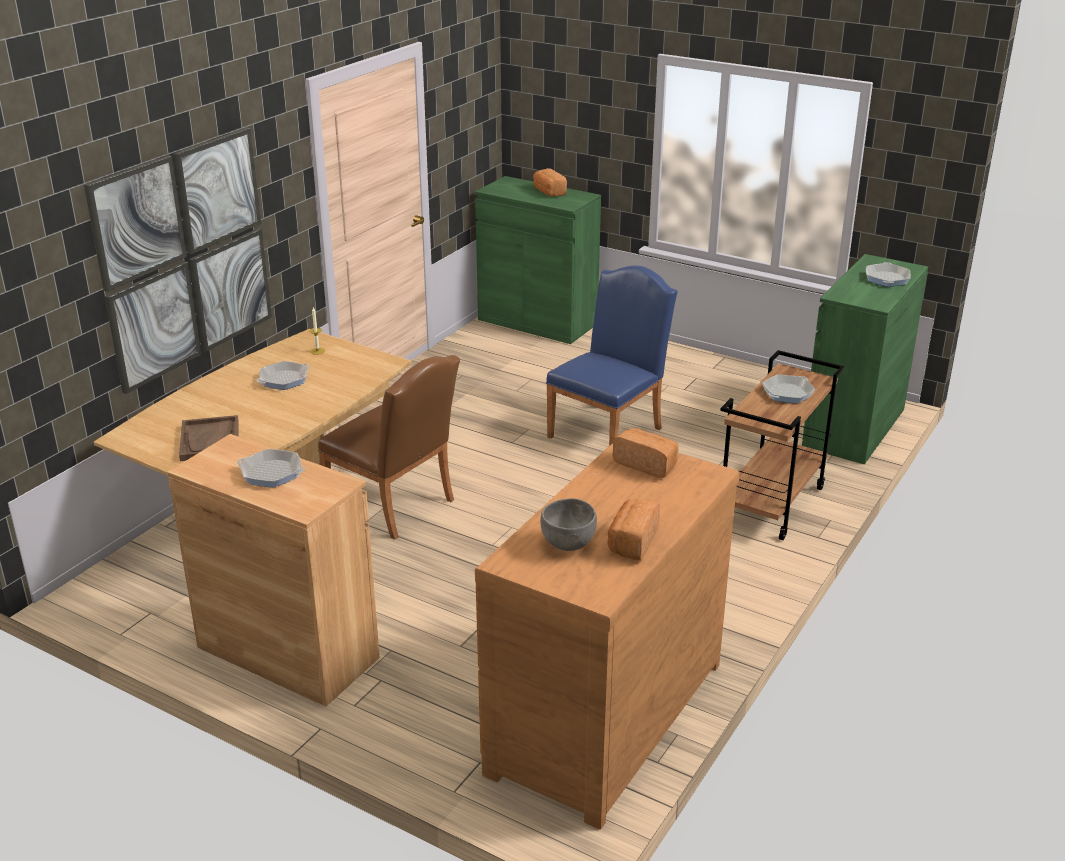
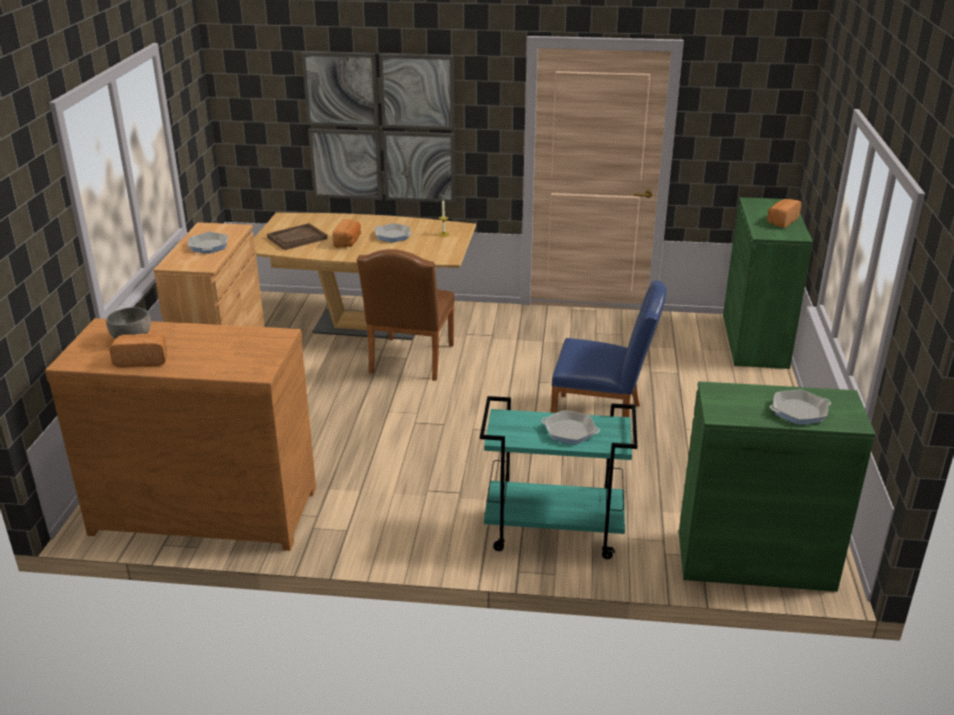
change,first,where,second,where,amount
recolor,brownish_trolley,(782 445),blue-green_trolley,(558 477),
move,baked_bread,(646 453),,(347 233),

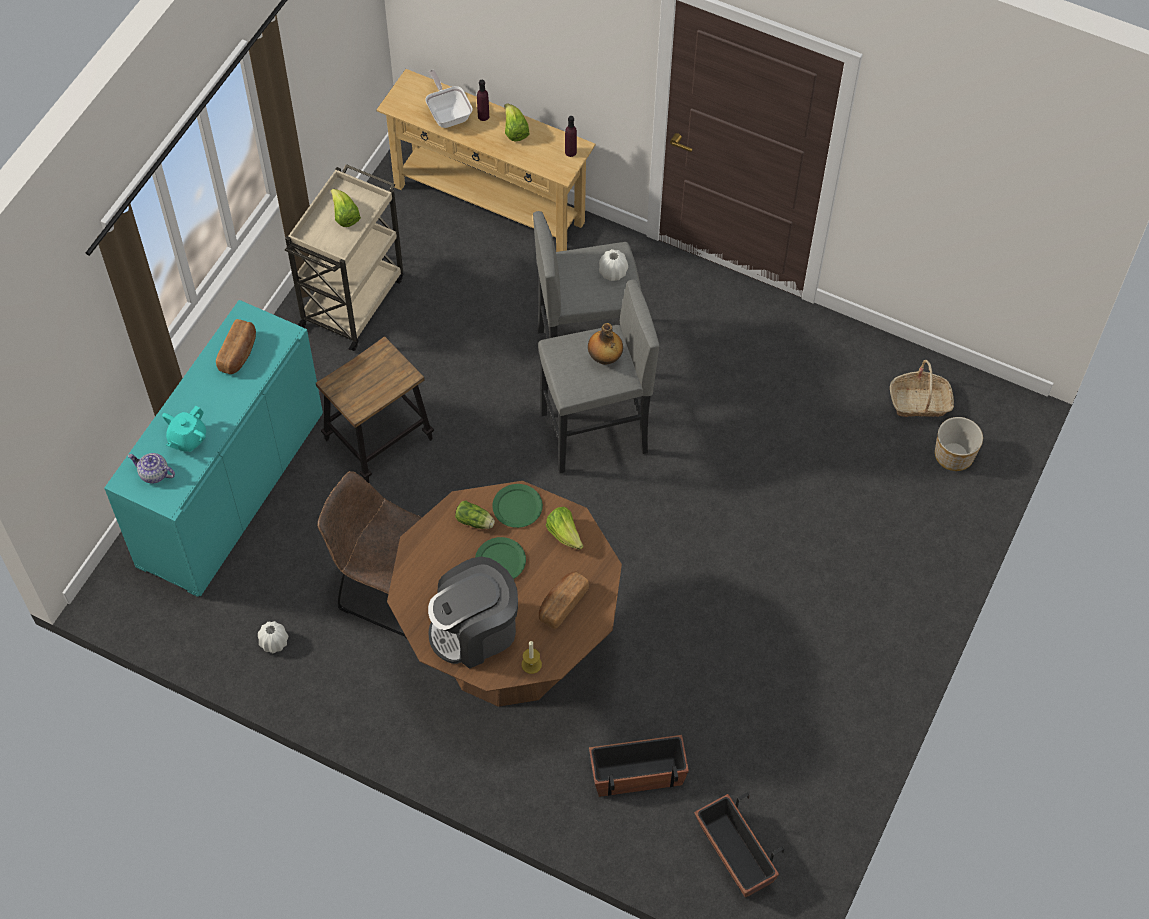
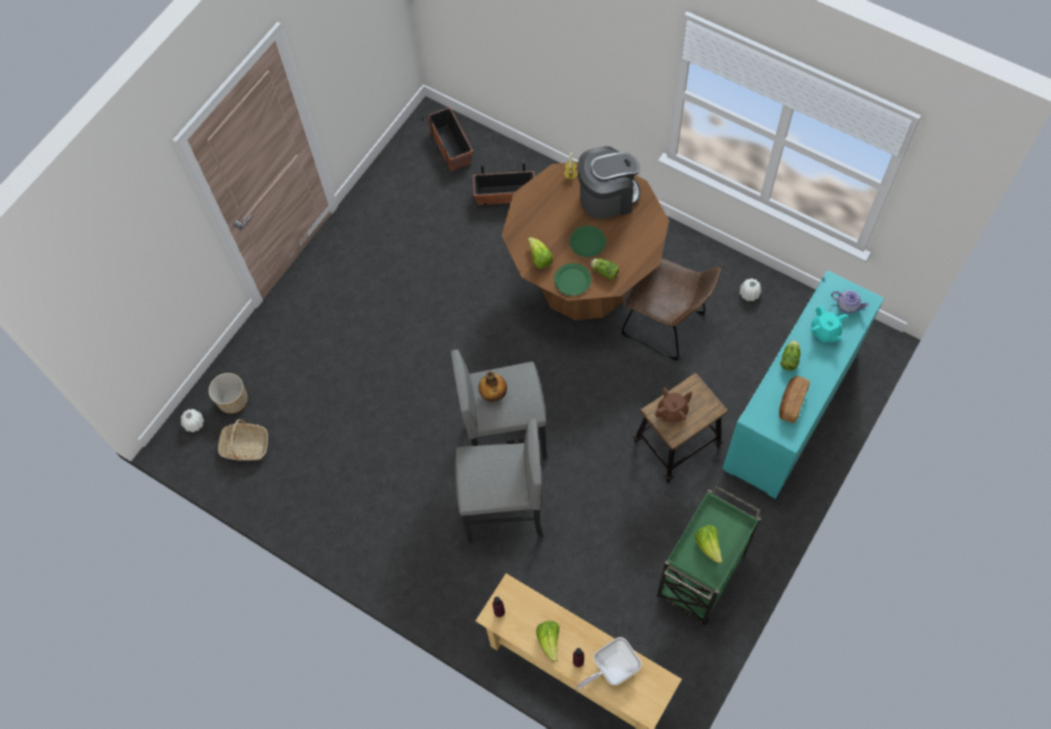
change,first,where,second,where,amount
rotate,pan,(449 99),,(609 663),75 degrees clockwise
recolor,sand-coloured_trolley,(344 257),greenish_trolley,(709 555),
move,white_flower_vase,(613 265),,(192 420),
rotate,blue-green_pot_for_tea,(184 429),,(829 324),120 degrees clockwise
delete,baked_bread,(564 600),,,
insert,,,lettuce_head,(790 355),
insert,,,brownish_pot_for_tea,(674 404),

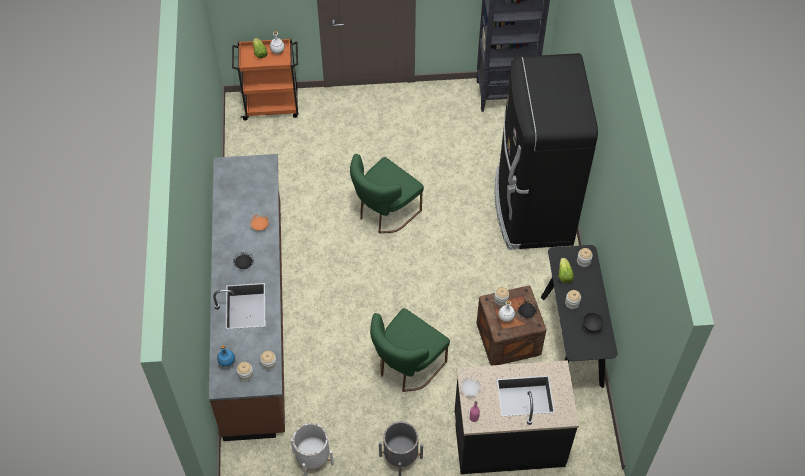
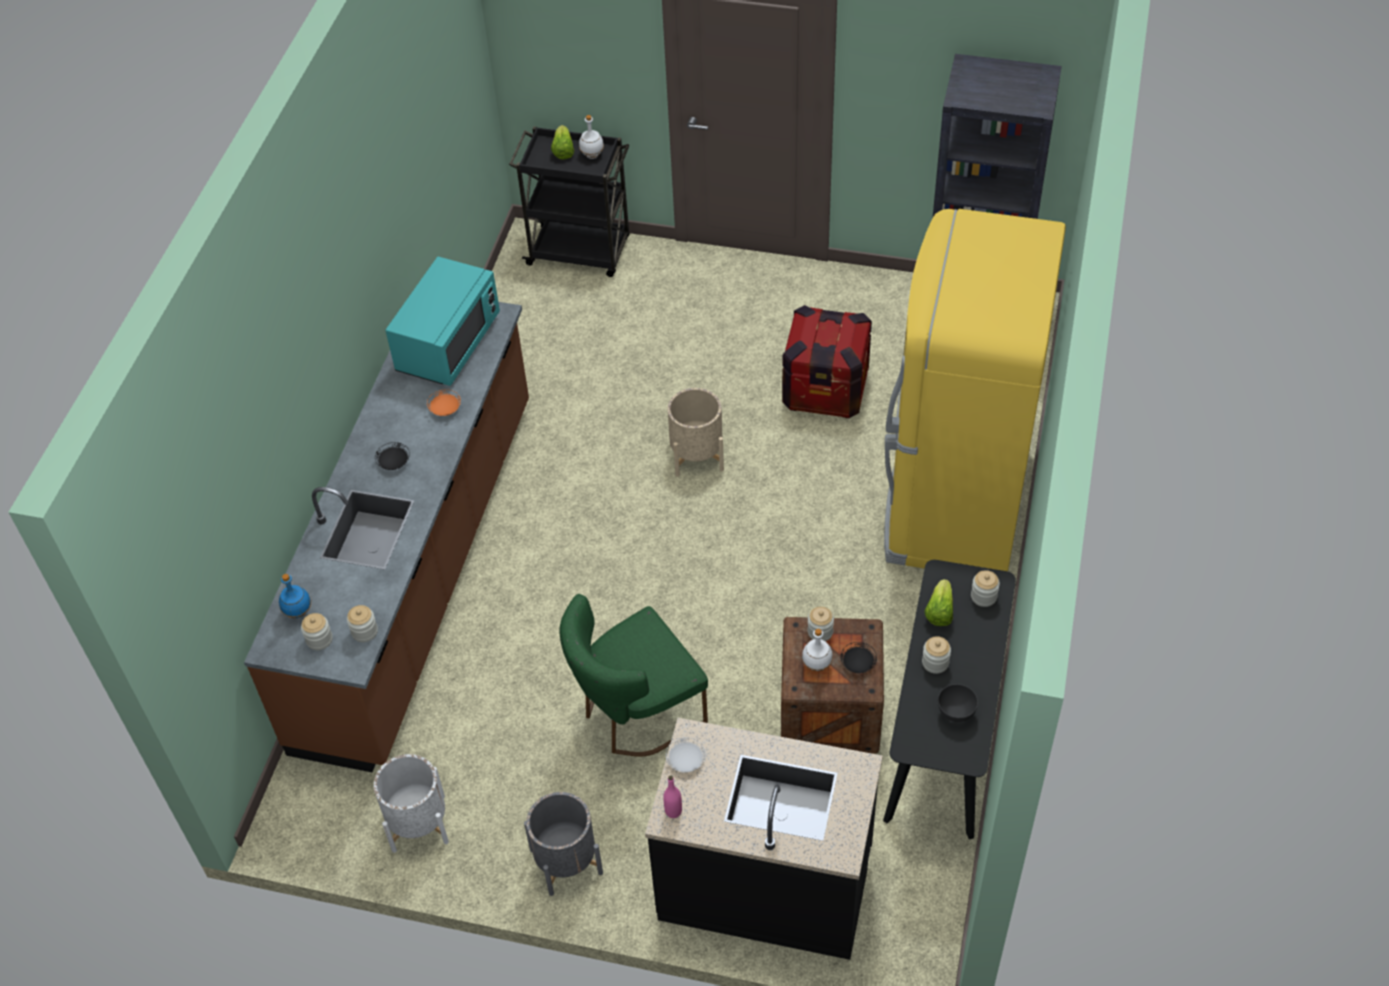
change,first,where,second,where,amount
recolor,orangey_trolley,(265 80),black_trolley,(569 201),
recolor,black_kitchen_fridge,(546 151),yellow_kitchen_fridge,(975 390),
replace,greenish_upright_chair,(387 193),sand-coloured_planter,(696 432),
insert,,,blue-green_microwave,(443 321),
insert,,,packing_crate,(827 361),

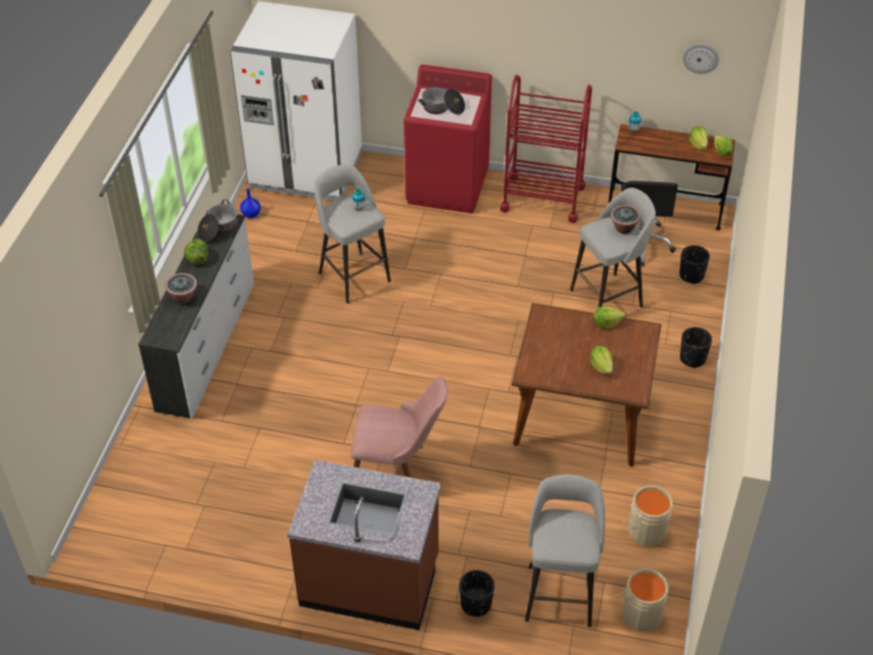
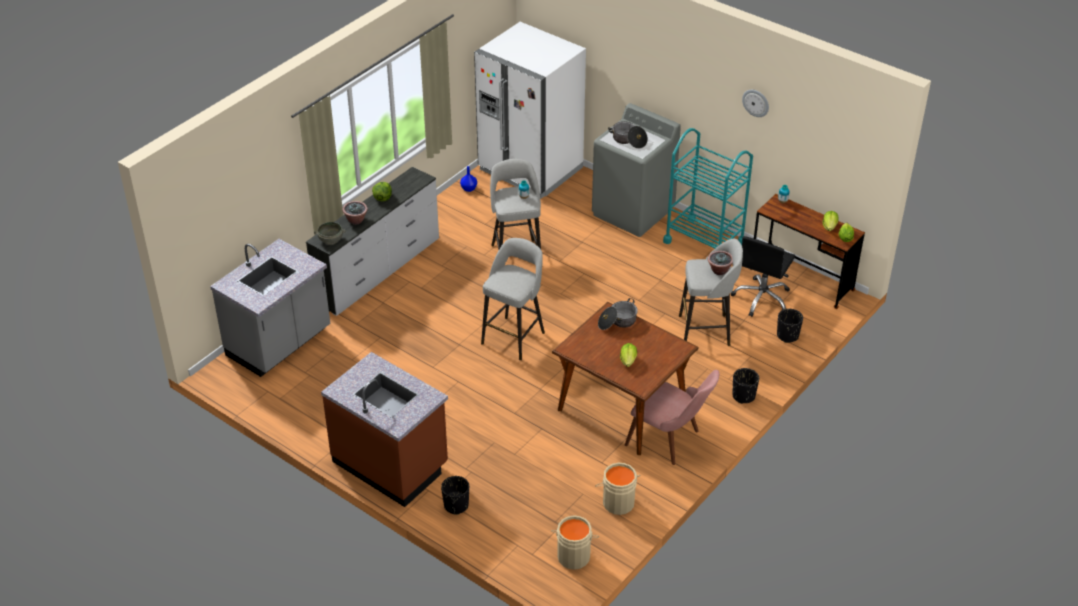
change,first,where,second,where,amount
move,clock_on_the_wall,(701 59),,(755 103),
recolor,red-coloured_laundry_appliance,(448 139),greyish_laundry_appliance,(636 170),
recolor,red-coloured_trolley,(546 149),blue-green_trolley,(708 188),
move,stockpot,(217 220),,(618 314),
delete,lettuce_head,(609 317),,,
move,pink_upright_chair,(399 427),,(672 417),
move,greyish_sitting_stool,(565 550),,(513 299),
insert,,,greyish_deep_dish,(330 233),
insert,,,greyish_counter,(270 308),

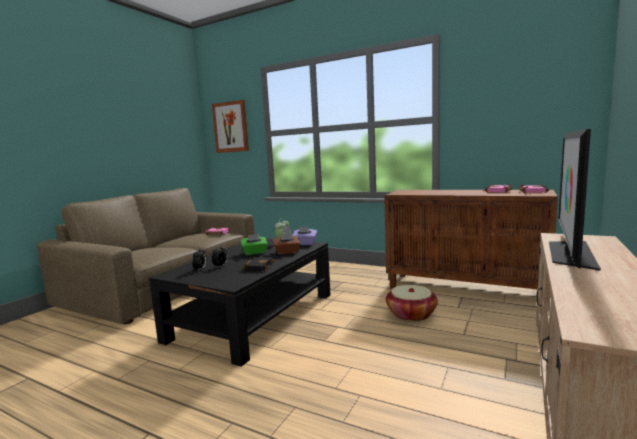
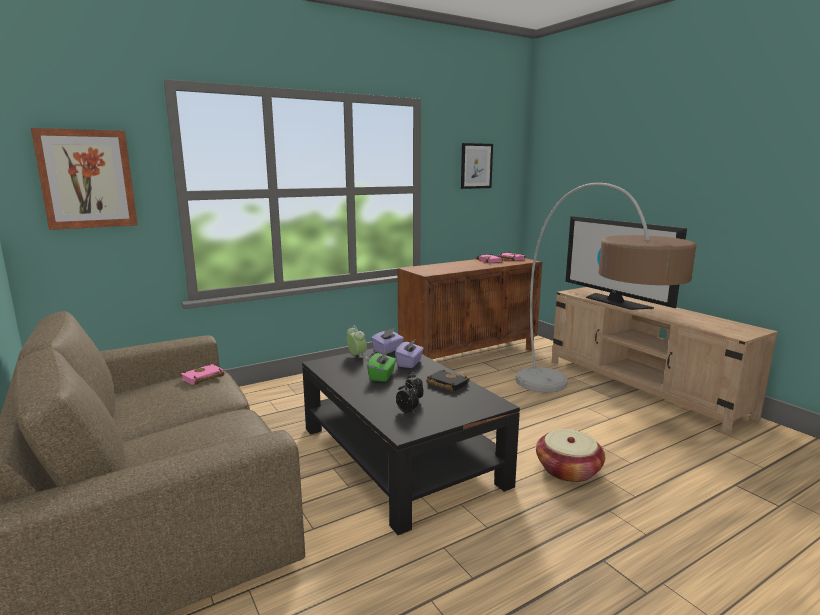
change,first,where,second,where,amount
recolor,brownish_box_of_tissues,(286 244),purplish_box_of_tissues,(409 353),
move,storage_basket,(412 303),,(570 456),
insert,,,wall_picture,(477 166),
insert,,,standing_lamp,(606 287),

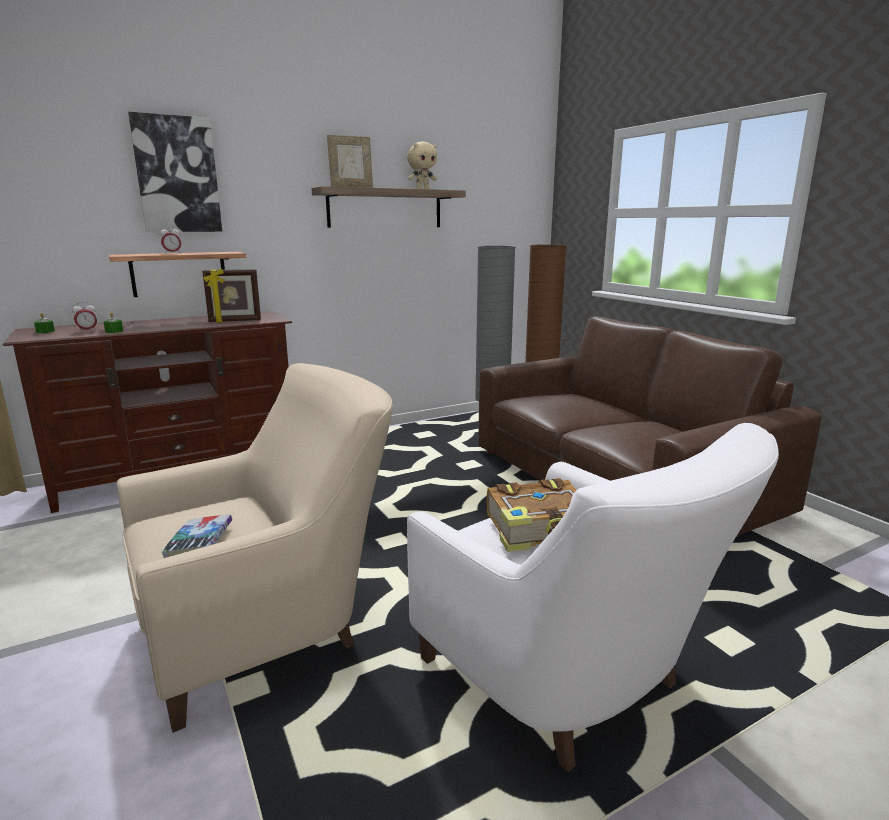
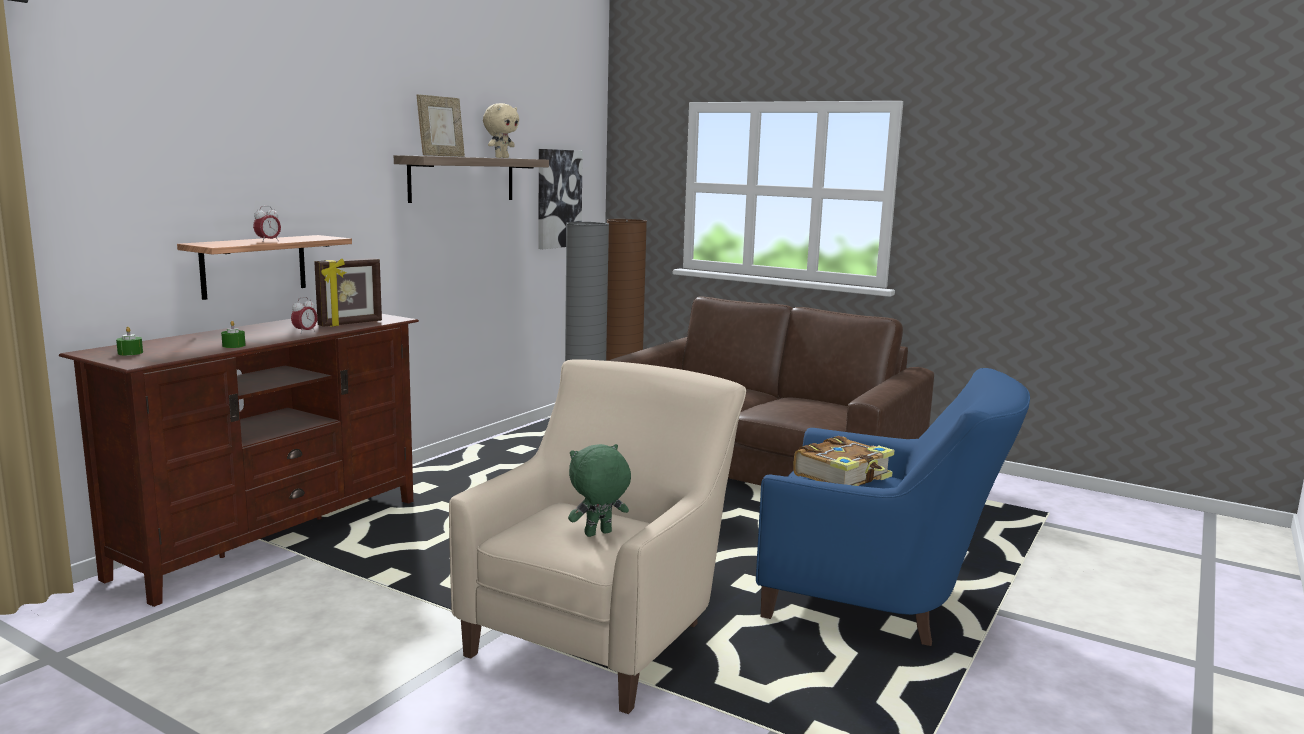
change,first,where,second,where,amount
move,wall_picture,(175 172),,(560 199),
move,alarm_clock,(84 316),,(304 315),
recolor,white_easy_chair,(593 597),blue_easy_chair,(893 507),
replace,volume,(197 536),greenish_cuddly_toy,(599 490),

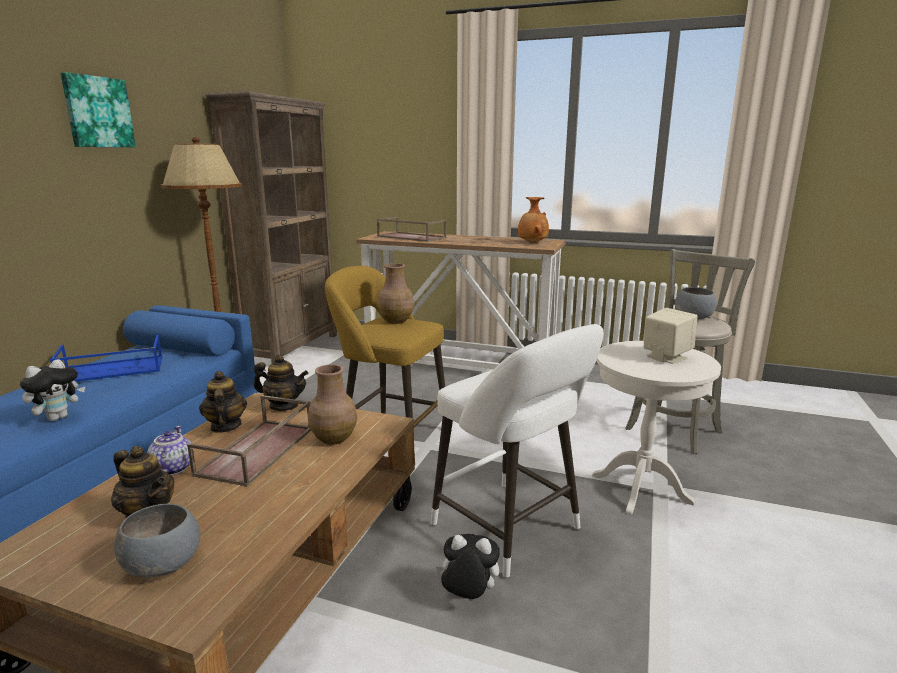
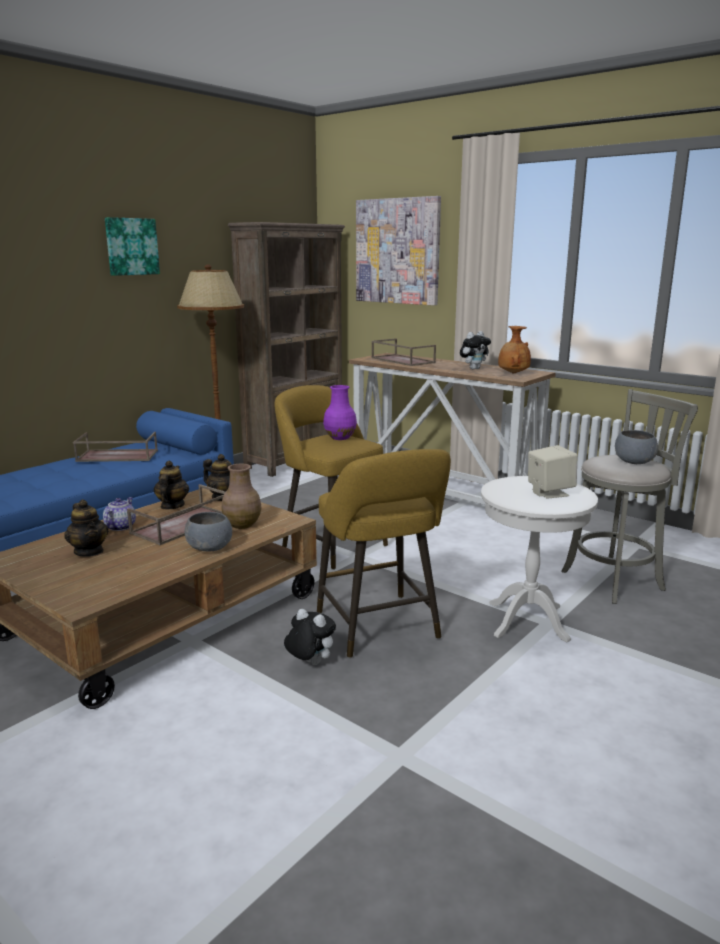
change,first,where,second,where,amount
recolor,brownish_flower_vase,(395 293),purplish_flower_vase,(340 412),
recolor,white_sitting_stool,(517 451),yellow_sitting_stool,(384 553),
recolor,blue_carrying_tray,(106 358),brownish_carrying_tray,(115 447),
move,cuddly_toy,(52 390),,(475 350),
move,greyish_deep_dish,(157 541),,(208 532),
insert,,,wall_picture,(398 250),

